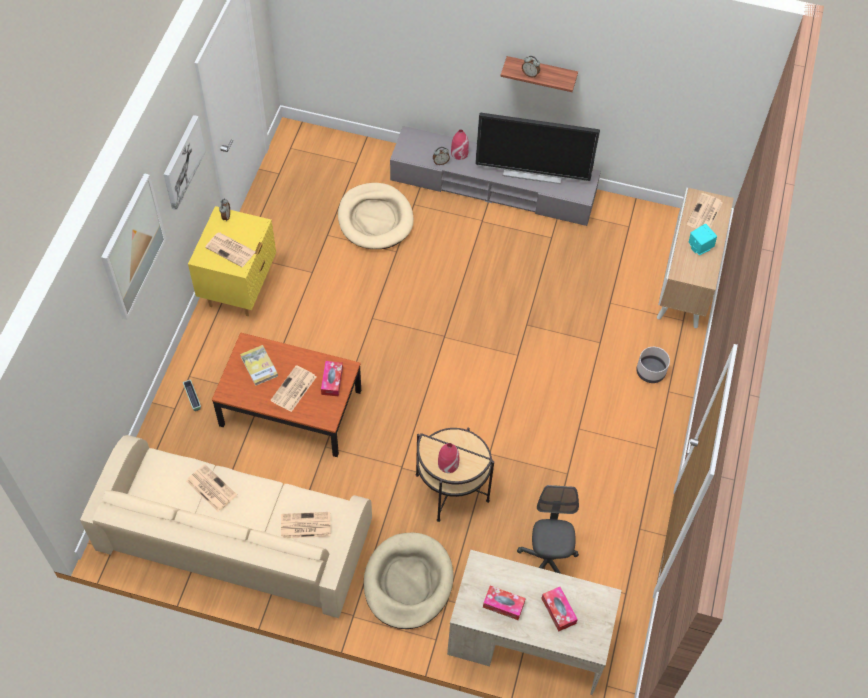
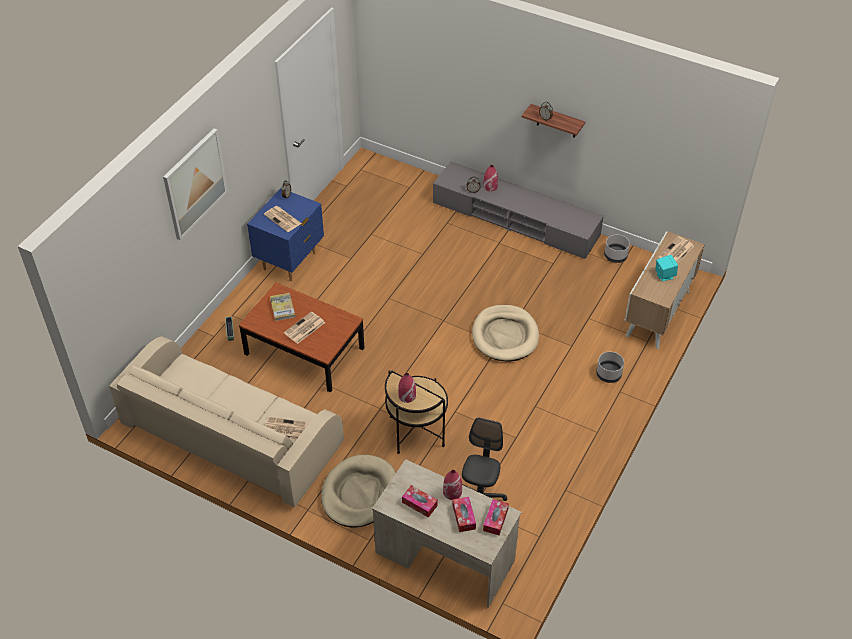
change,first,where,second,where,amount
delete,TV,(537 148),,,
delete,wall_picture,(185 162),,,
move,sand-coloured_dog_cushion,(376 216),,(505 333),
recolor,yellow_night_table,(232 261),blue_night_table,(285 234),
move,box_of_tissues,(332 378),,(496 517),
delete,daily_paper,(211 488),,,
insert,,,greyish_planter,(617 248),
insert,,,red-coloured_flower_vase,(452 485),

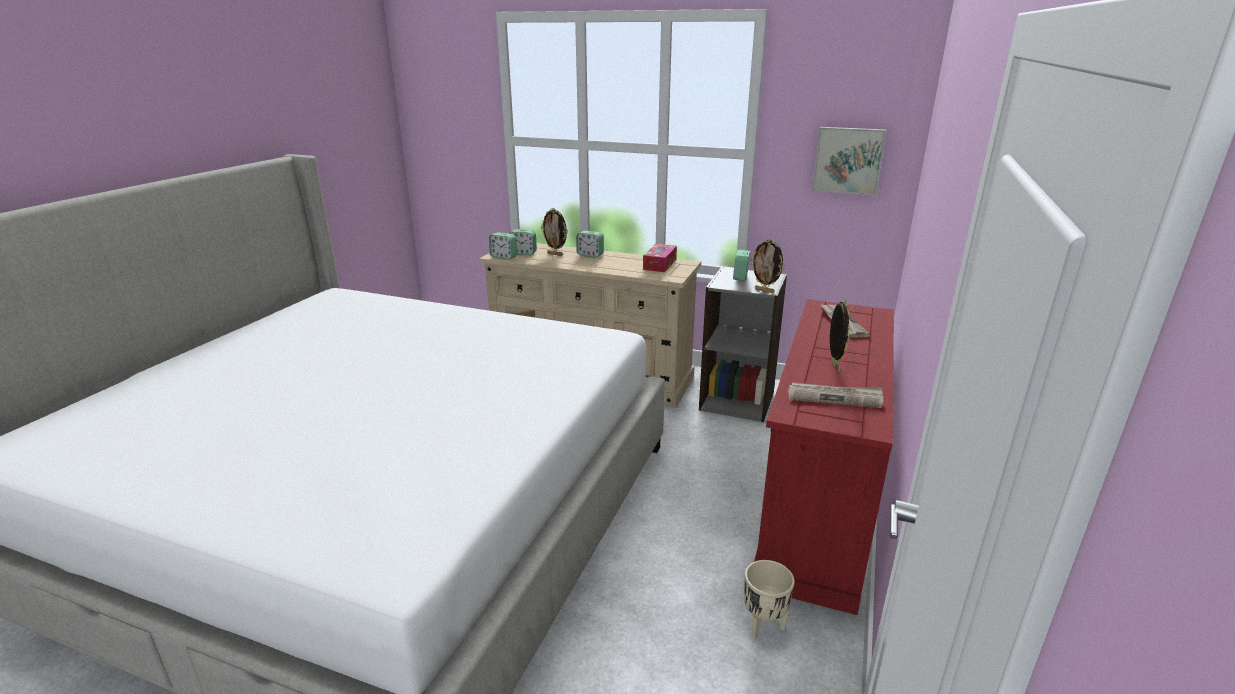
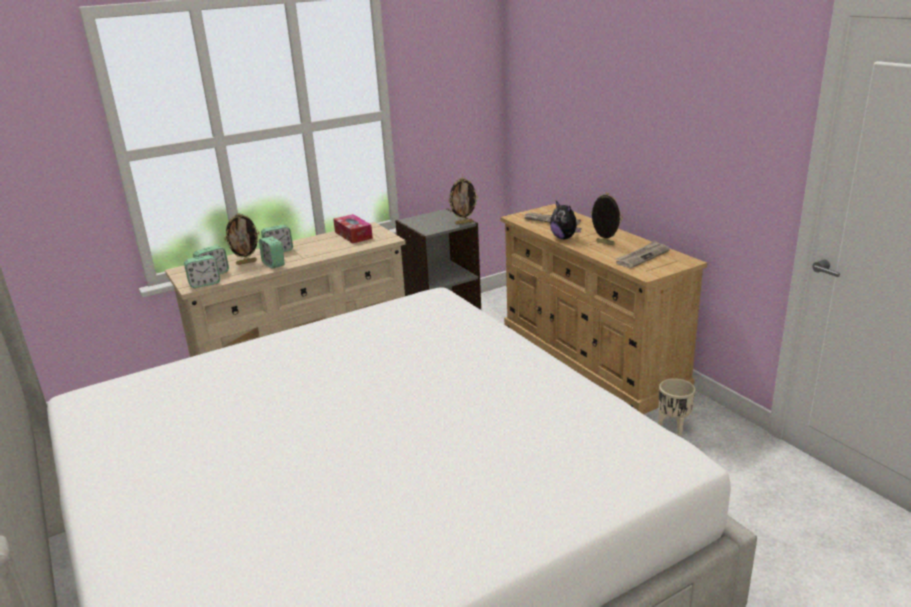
change,first,where,second,where,amount
delete,wall_picture,(849 161),,,
move,alarm_clock,(741 265),,(272 252),
recolor,red-coloured_dresser,(824 457),sand-coloured_dresser,(603 309),
insert,,,cuddly_toy,(565 220),

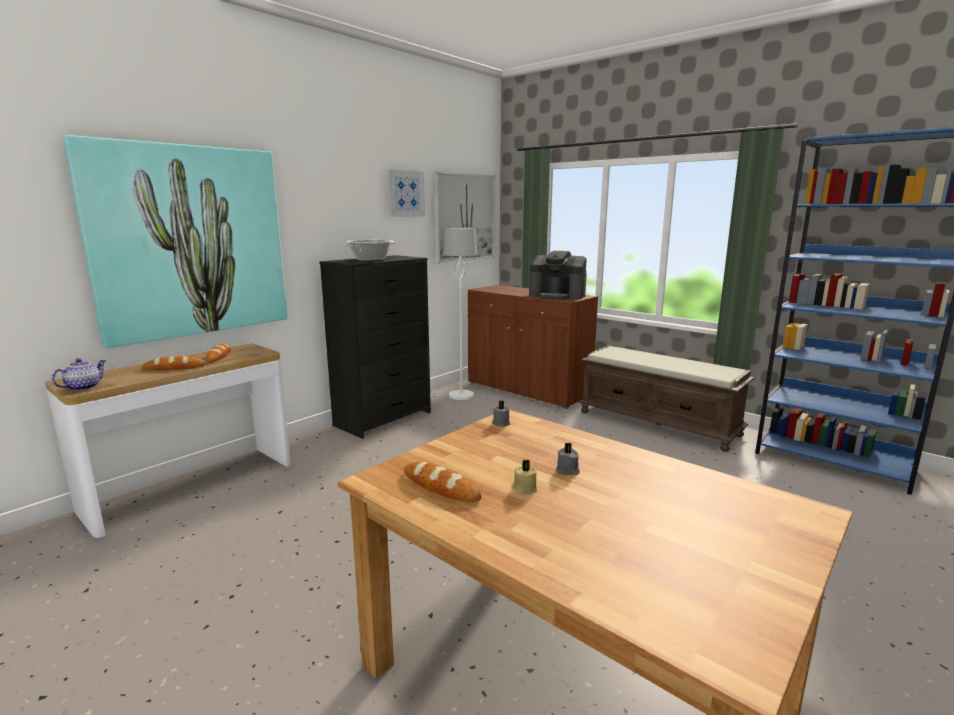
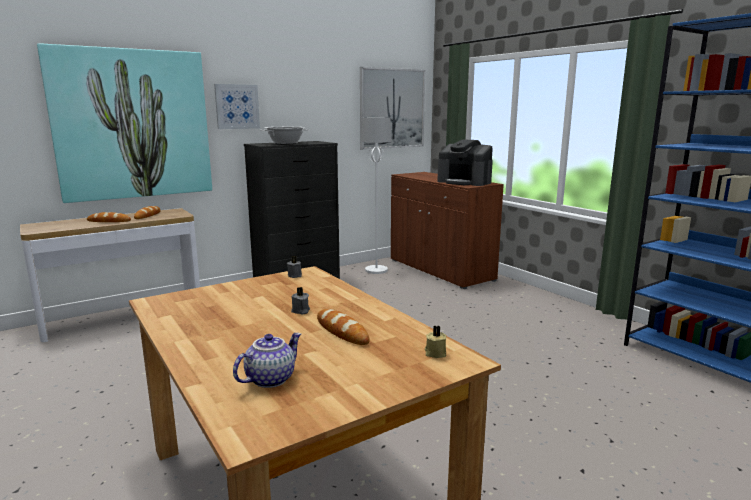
change,first,where,second,where,amount
move,wall_picture,(406 193),,(237 106),
delete,brownish_long_seat,(667 398),,,
move,pot_for_tea,(79 374),,(267 360),
move,sand-coloured_candle,(524 476),,(436 341),
move,baked_bread,(443 482),,(343 327),

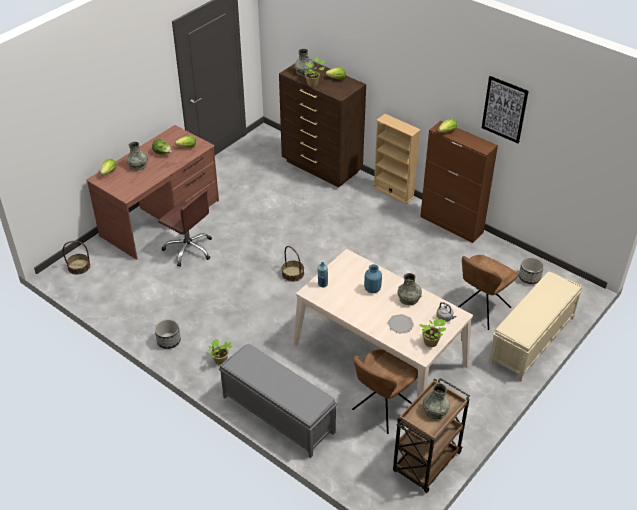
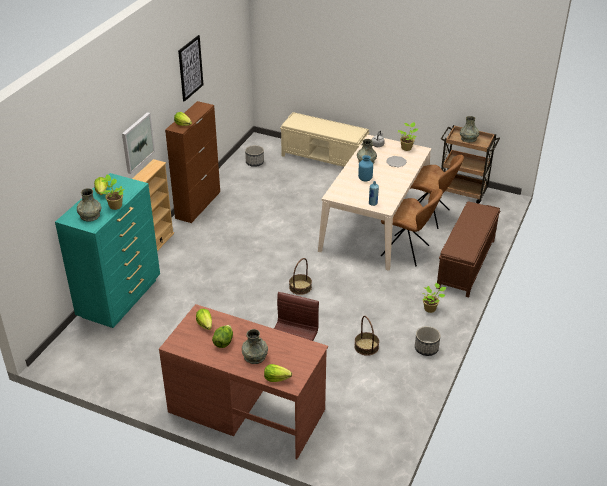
change,first,where,second,where,amount
recolor,brownish_dresser,(322 125),blue-green_dresser,(107 250),
move,storage_basket,(76 258),,(366 336),
move,brownish_upright_chair,(488 292),,(412 227),
recolor,greyish_long_seat,(278 401),brownish_long_seat,(468 250),
insert,,,wall_picture,(138 143),

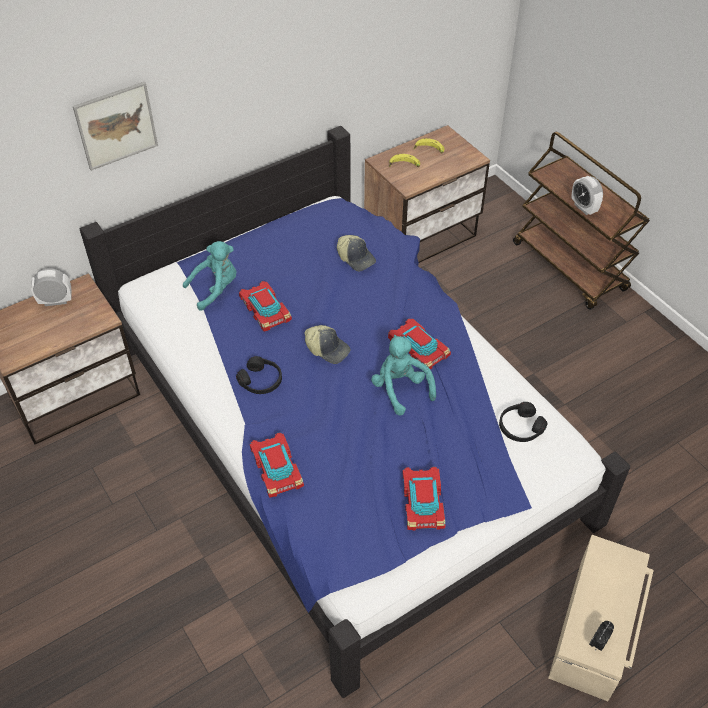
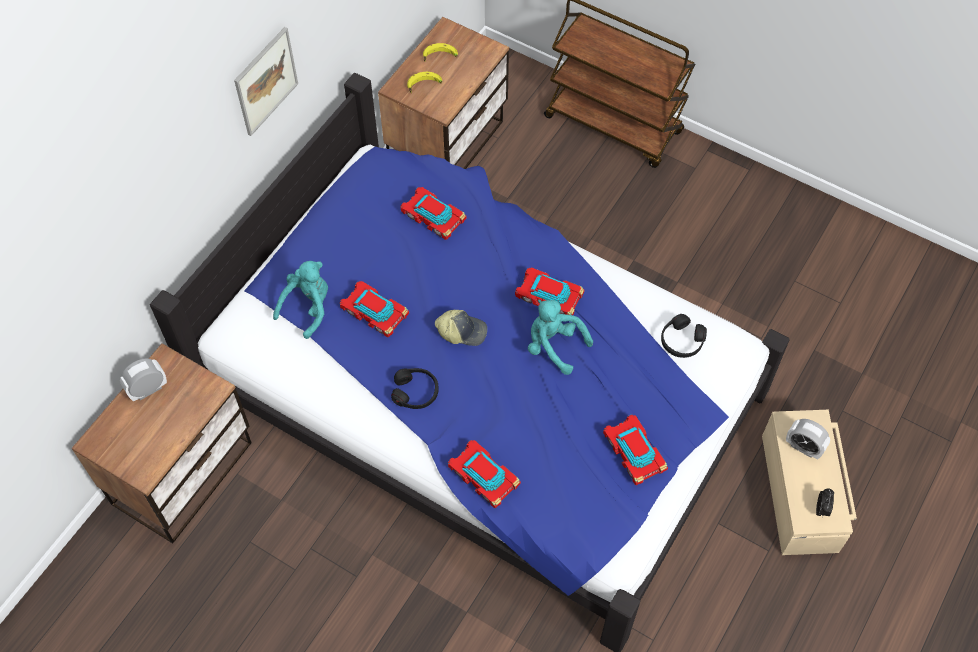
change,first,where,second,where,amount
move,wall_picture,(115 126),,(266 81),
move,alarm_clock,(587 195),,(808 439),
replace,baseball_cap,(356 253),miniature_car,(433 213),

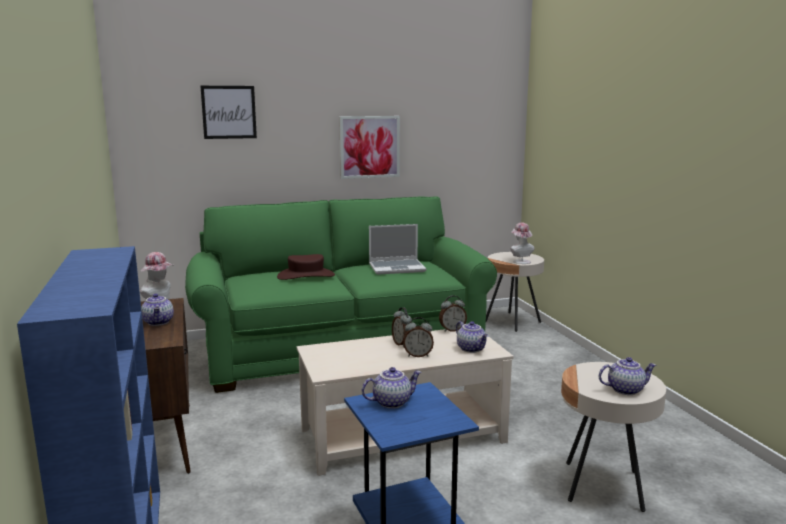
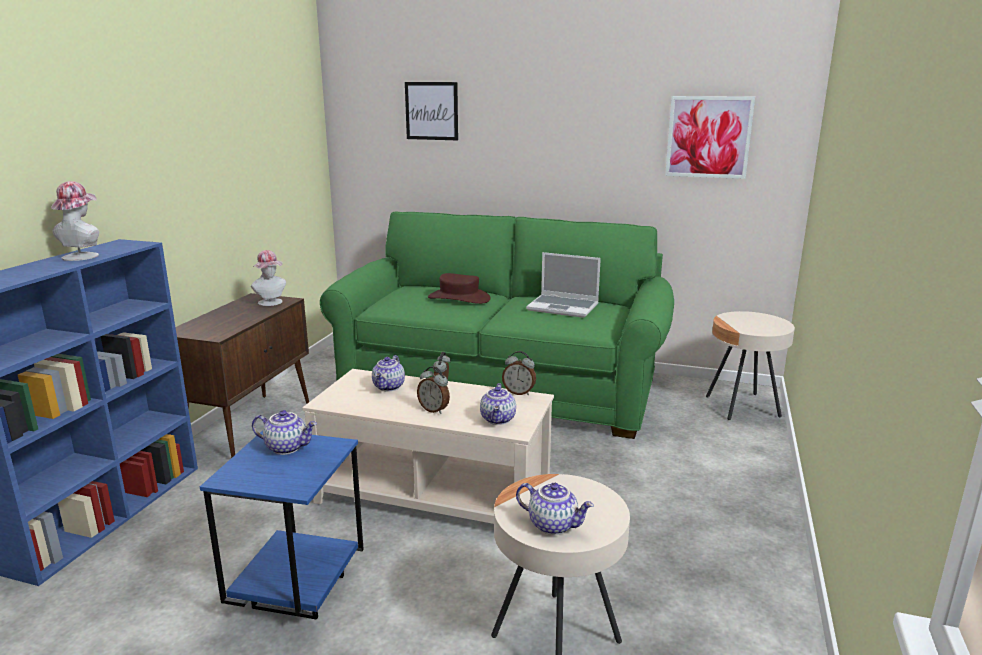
change,first,where,second,where,amount
move,wall_picture,(369 147),,(710 137),
move,wearable_hat,(522 243),,(75 221),
move,pot_for_tea,(157 309),,(388 373),

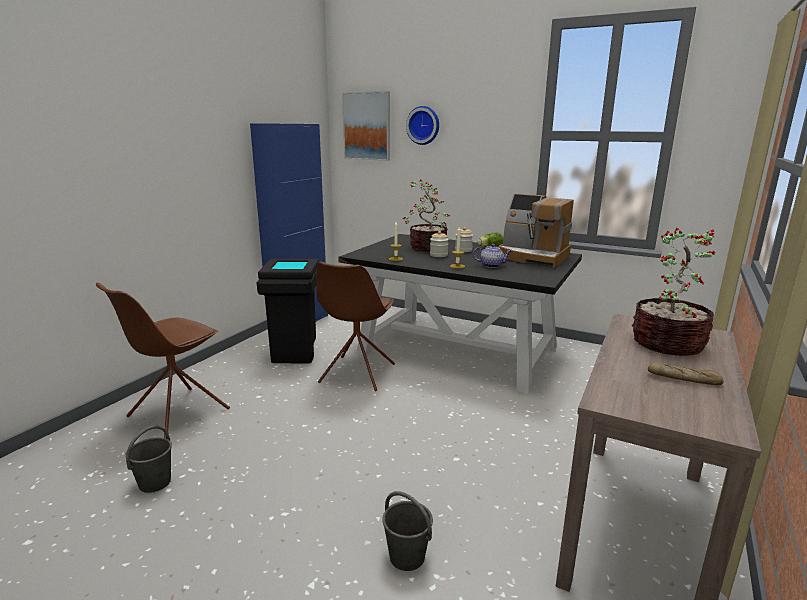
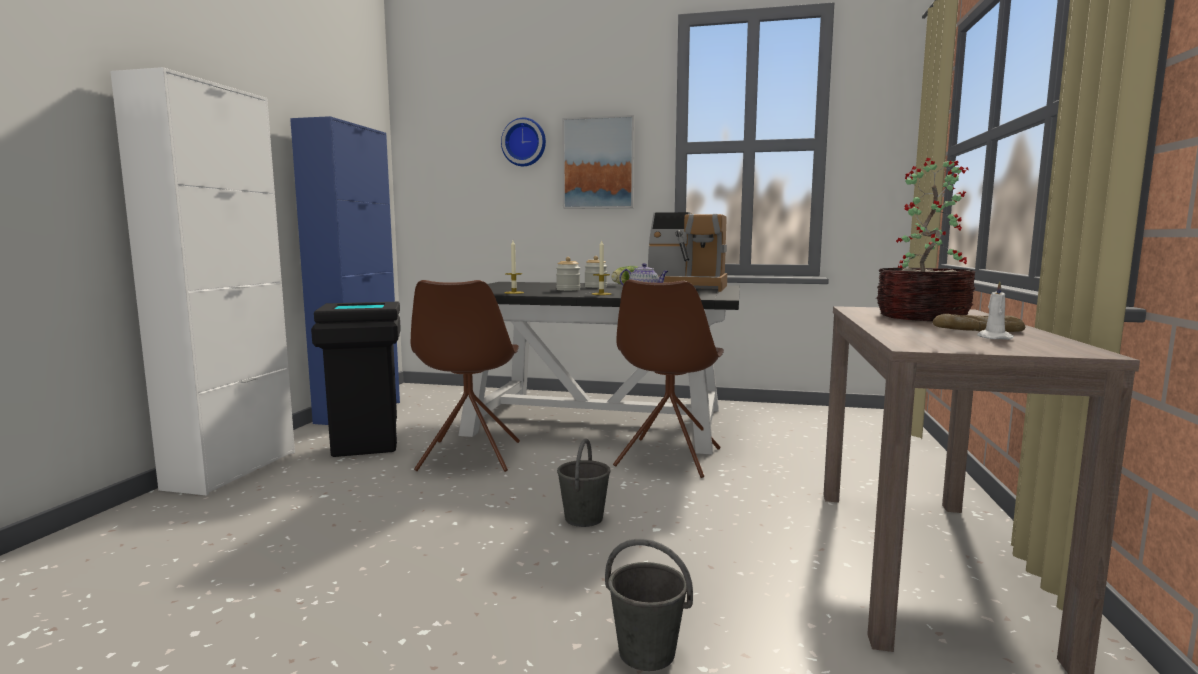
change,first,where,second,where,amount
move,wall_picture,(366 126),,(598 162),
delete,potted_plant,(426 215),,,
move,brownish_upright_chair,(163 360),,(668 378),
move,greyish_water_bucket,(148 459),,(584 483),
insert,,,white_cabinet,(202 281),
insert,,,white_candle,(995 310),

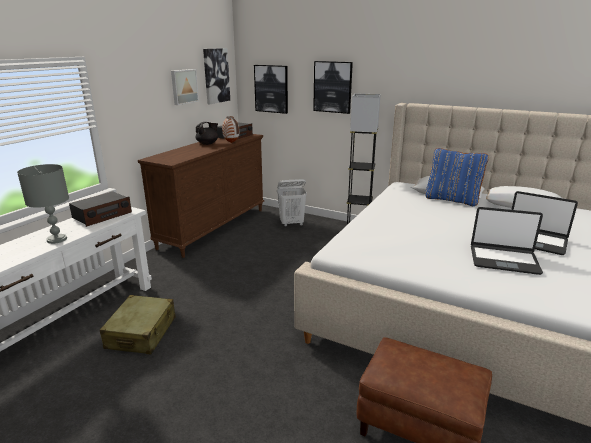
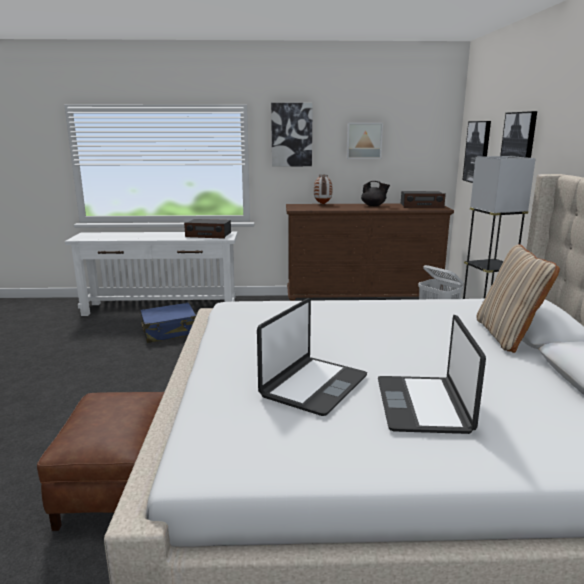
change,first,where,second,where,amount
move,wall_picture,(216 76),,(292 134),
move,flower_vase,(230 129),,(323 189),
recolor,blue_cushion,(457 177),sand-coloured_cushion,(518 298),
delete,greyish_table_lamp,(43 204),,,
rotate,notebook_computer,(507 241),,(312 357),135 degrees counterclockwise
recolor,sand-coloured_suitcase,(138 324),blue_suitcase,(168 322),

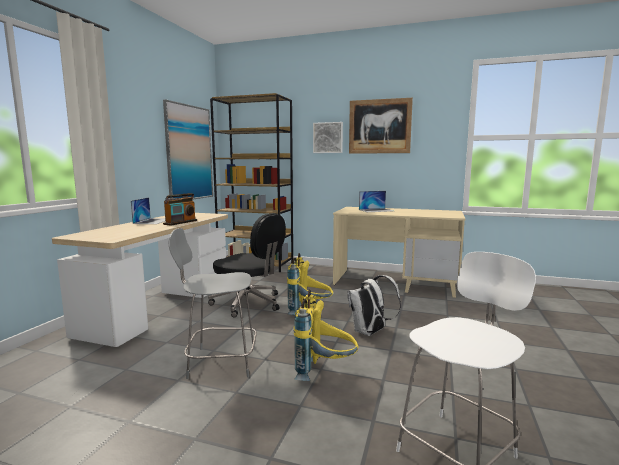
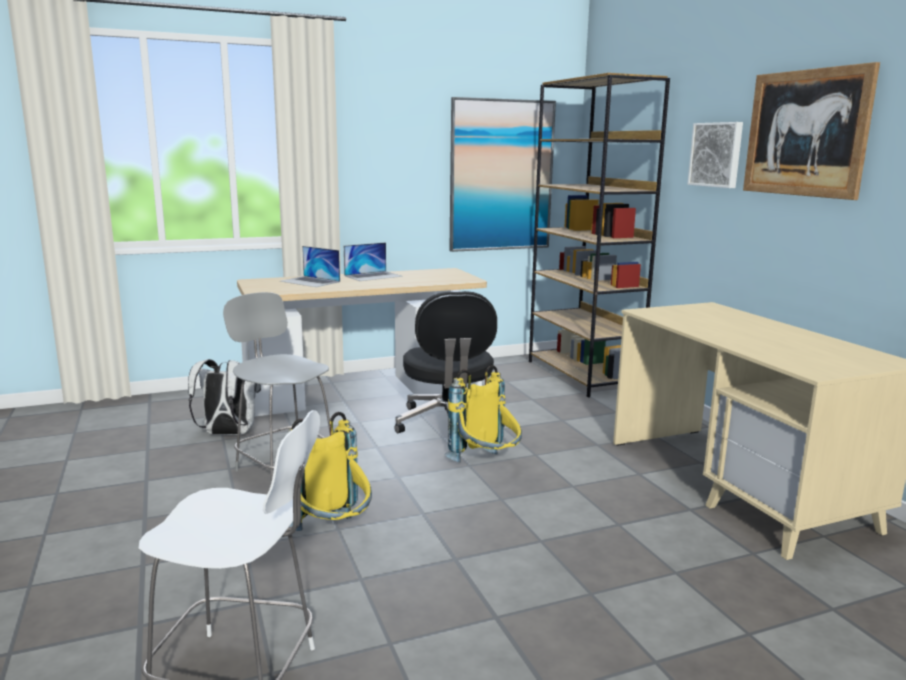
change,first,where,second,where,amount
move,notebook_computer,(376 201),,(310 266),
delete,radio_set,(180 209),,,
move,white_knapsack,(374 305),,(224 397),

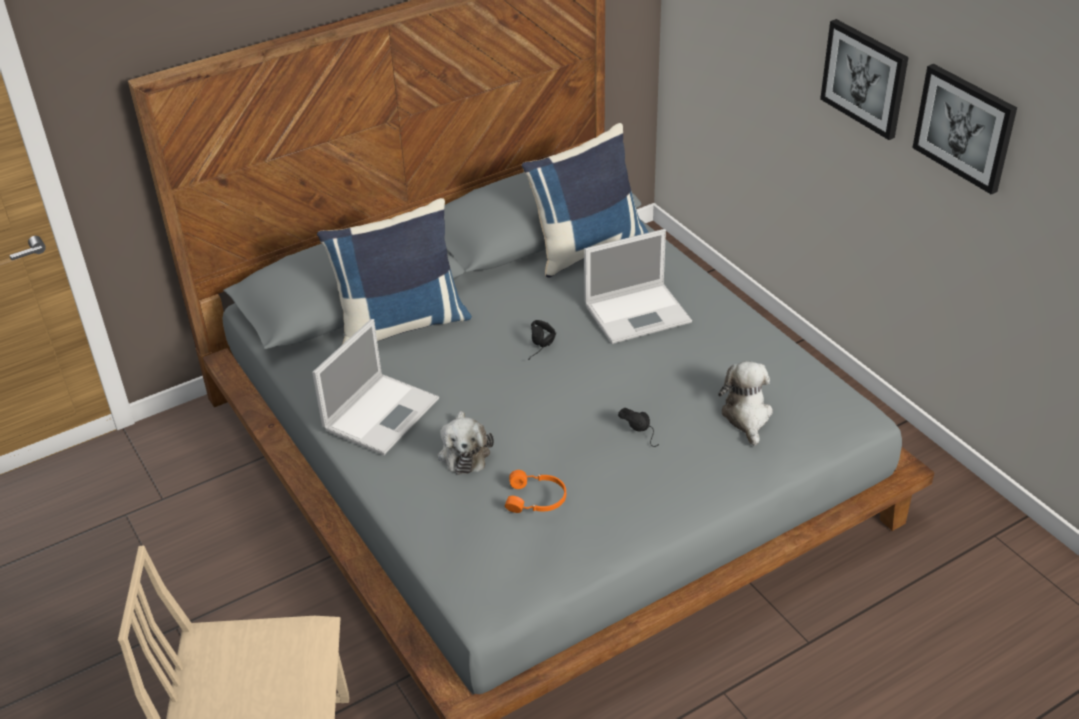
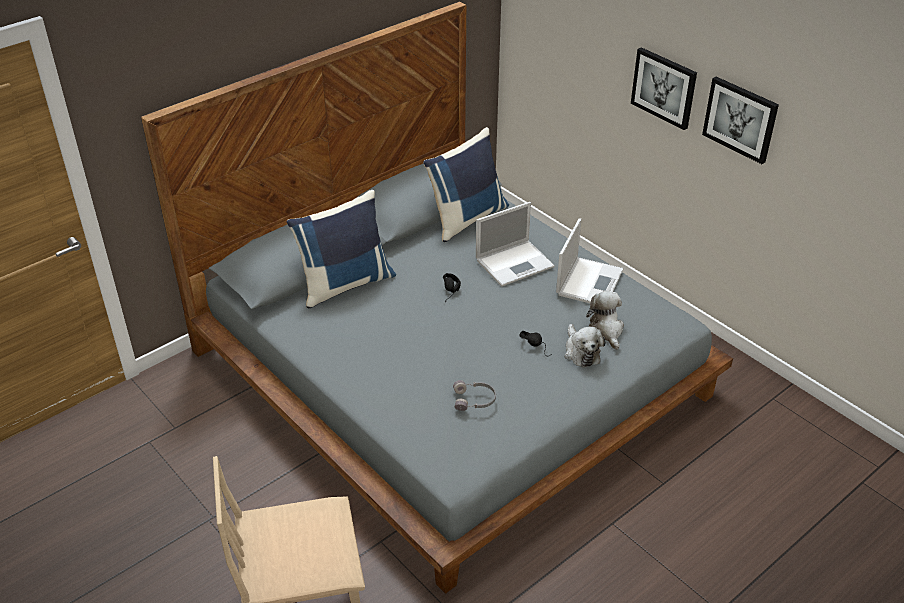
change,first,where,second,where,amount
move,notebook_computer,(375 387),,(590 261),
move,cuddly_toy,(466 443),,(585 345),
recolor,orangey_headphones,(535 491),greyish_headphones,(474 395),

